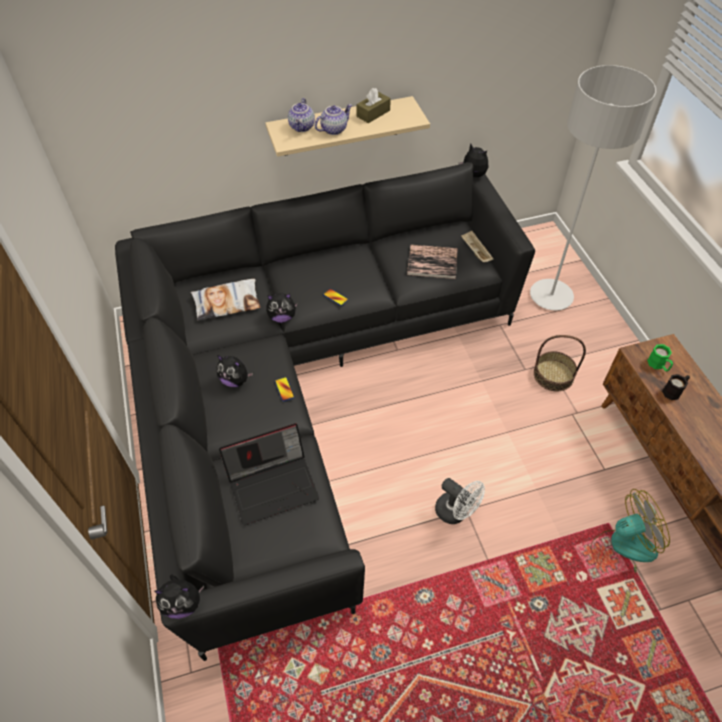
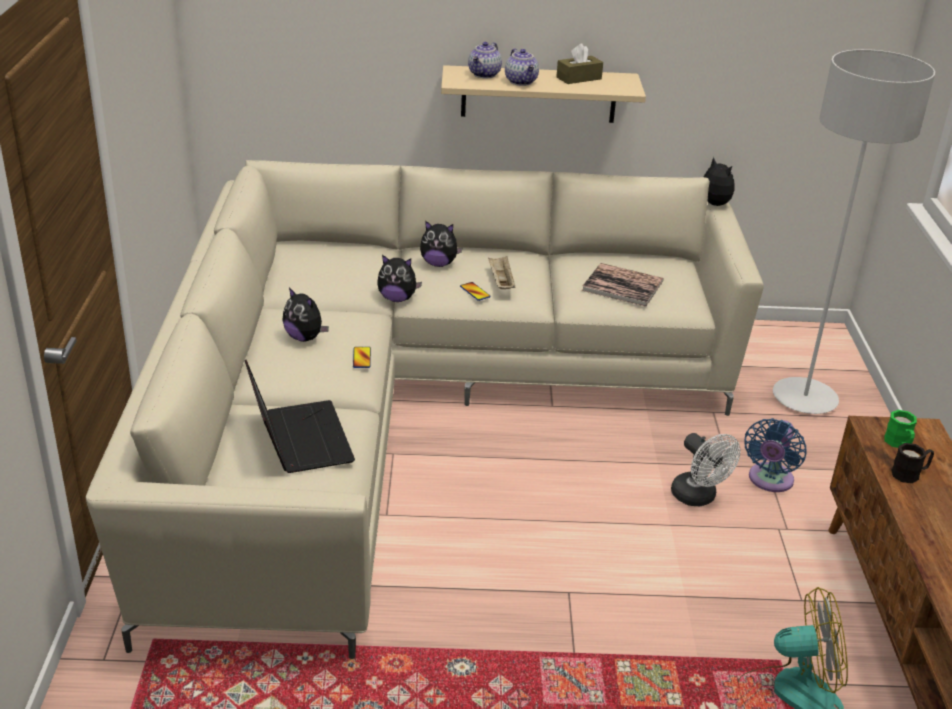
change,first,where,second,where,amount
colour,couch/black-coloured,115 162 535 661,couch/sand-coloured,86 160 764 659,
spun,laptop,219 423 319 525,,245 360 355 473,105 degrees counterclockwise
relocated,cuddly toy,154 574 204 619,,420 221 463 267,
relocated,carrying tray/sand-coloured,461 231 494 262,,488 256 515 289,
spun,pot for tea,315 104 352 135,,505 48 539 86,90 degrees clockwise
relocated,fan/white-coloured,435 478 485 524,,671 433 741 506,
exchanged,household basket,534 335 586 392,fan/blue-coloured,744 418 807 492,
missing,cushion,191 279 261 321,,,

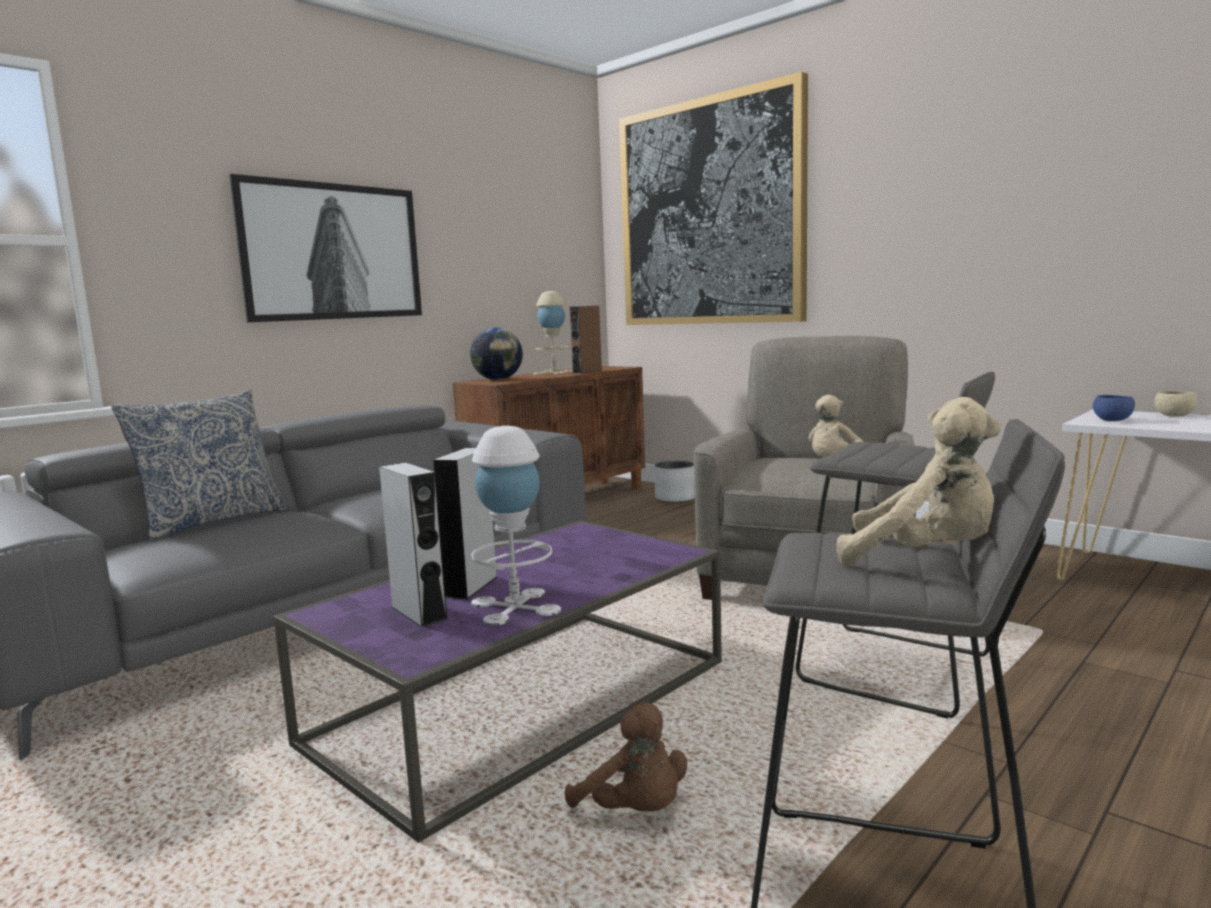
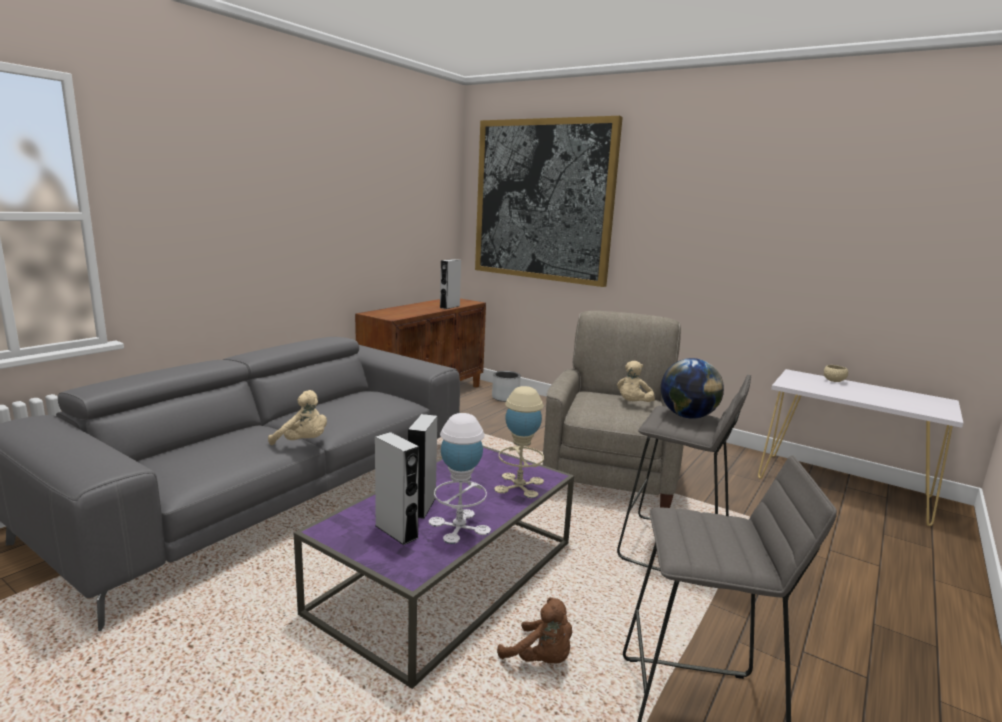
change,first,where,second,where,amount
relocated,cuddly toy/sand-coloured,837 397 1002 565,,268 390 327 445,
colour,audio speaker/brown,570 306 602 374,audio speaker/grey,440 259 461 309,
relocated,table lamp/sand-coloured,533 291 573 374,,494 386 544 498,
relocated,desk globe,470 328 523 380,,661 358 724 419,
missing,cushion,111 389 288 541,,,
missing,picture,229 174 422 322,,,
missing,serving bowl/blue-coloured,1093 395 1135 421,,,

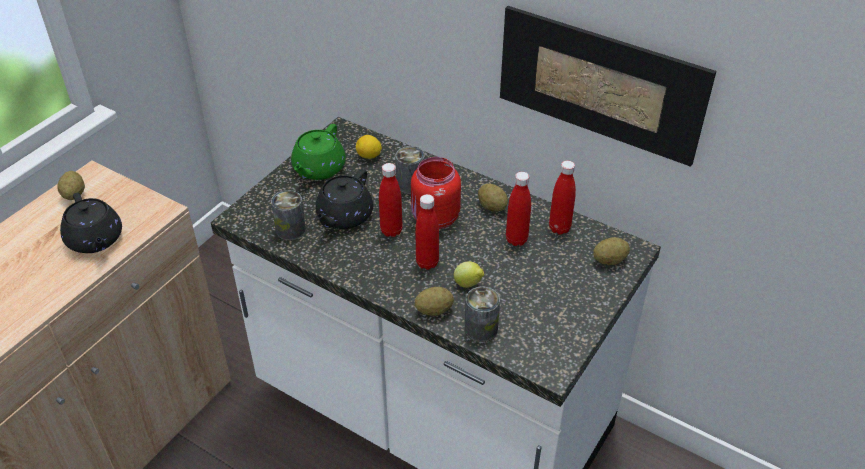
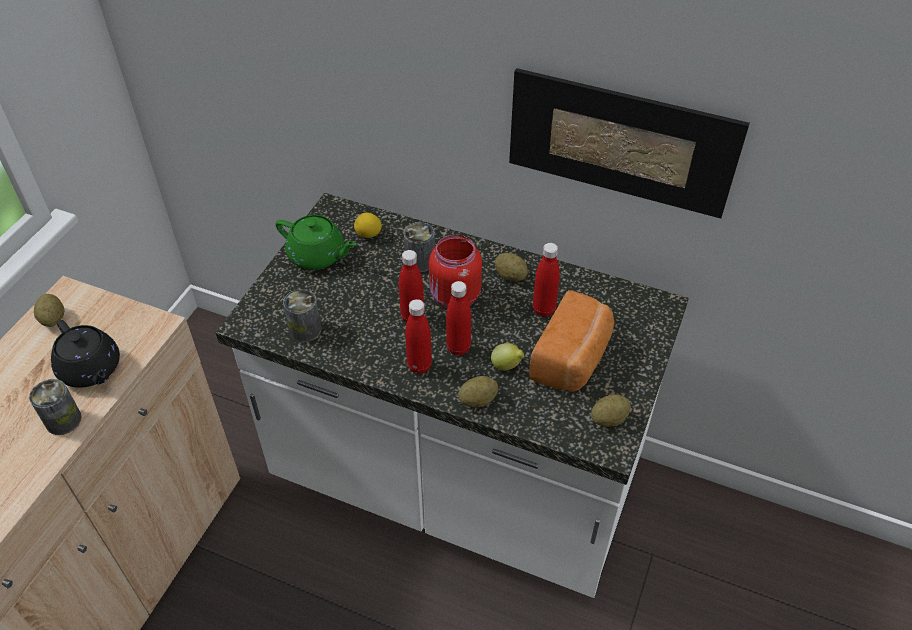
change,first,where,second,where,amount
relocated,can,465 287 500 342,,29 379 82 435,
spun,pot for tea/green,291 124 346 180,,275 215 357 270,75 degrees counterclockwise
relocated,drink bottle/red-coloured,549 161 576 235,,405 299 432 374,
appeared,,,bakery bread,529 290 614 392,
relocated,whole potato,593 237 630 265,,591 394 631 427,
missing,pot for tea/black-coloured,315 169 373 229,,,

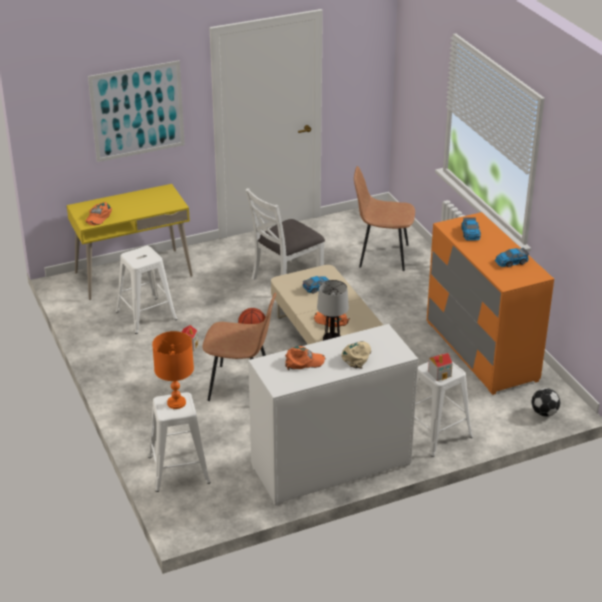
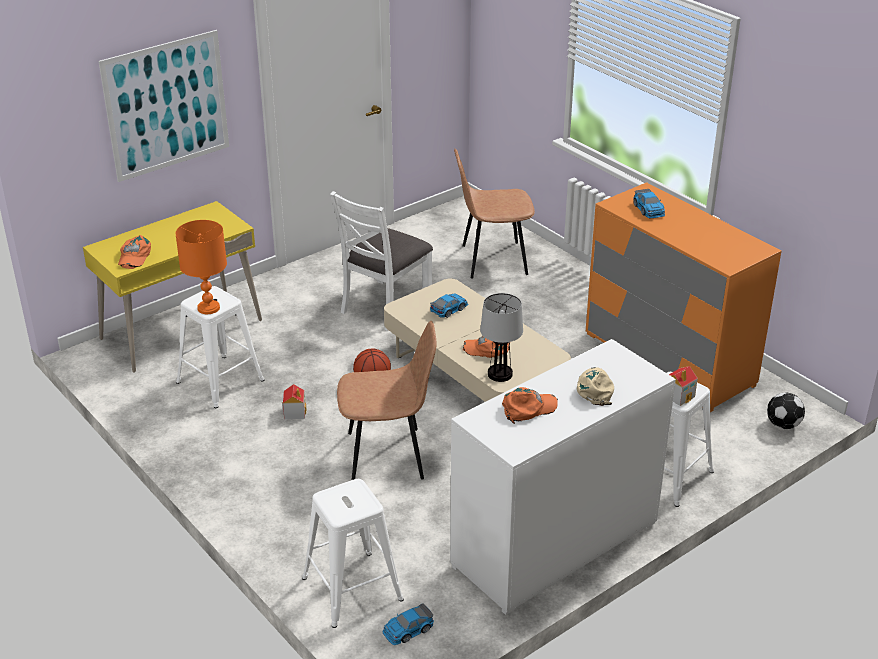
change,first,where,second,where,amount
relocated,table lamp/orange,152 331 194 409,,175 220 227 314,
relocated,model car,495 248 529 267,,382 603 434 645,

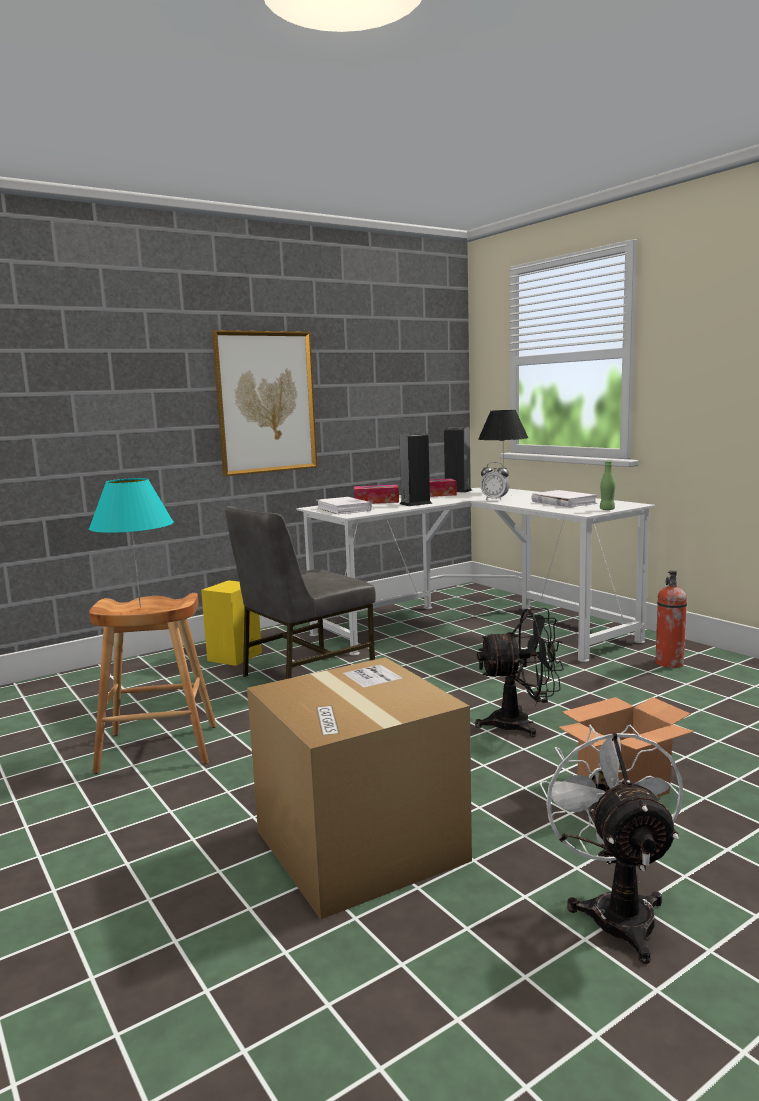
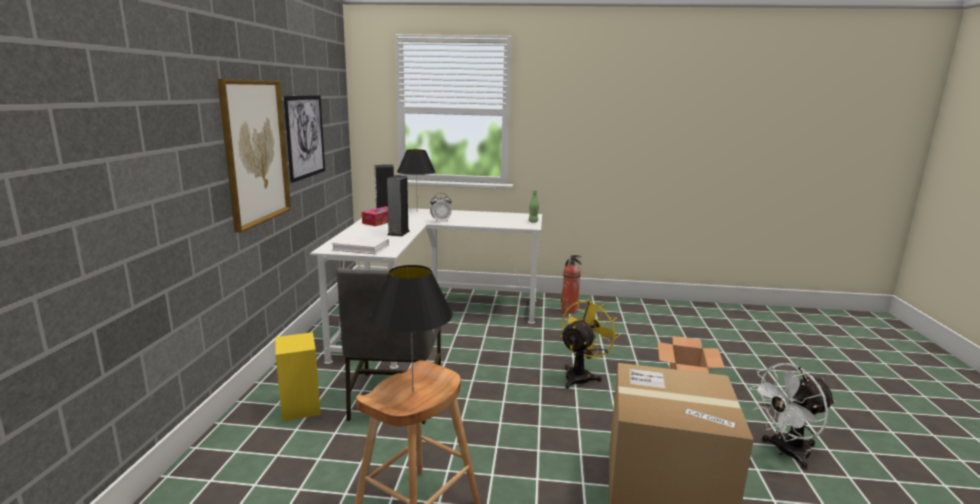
change,first,where,second,where,amount
appeared,,,picture,284 95 325 183,
colour,table lamp/turquoise,89 478 174 607,table lamp/black-coloured,369 265 453 392,
colour,fan/black-coloured,475 608 564 737,fan/yellow-coloured,560 298 620 389,
spun,fan/white-coloured,540 724 683 964,,750 363 835 470,60 degrees counterclockwise
missing,tissue box,354 485 399 504,,,
missing,bound book/white-coloured,531 490 597 507,,,

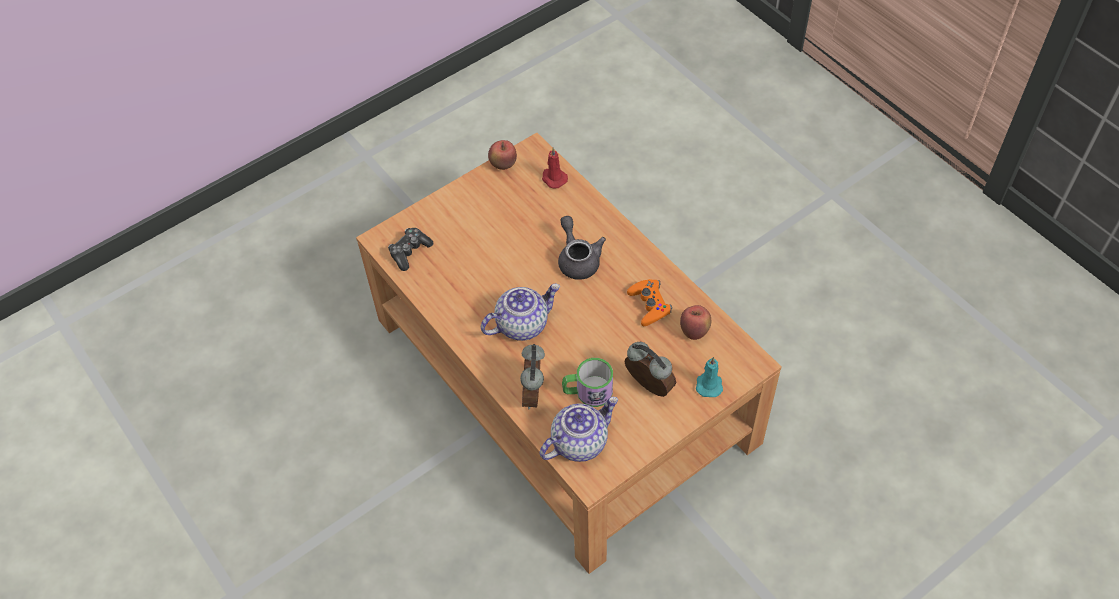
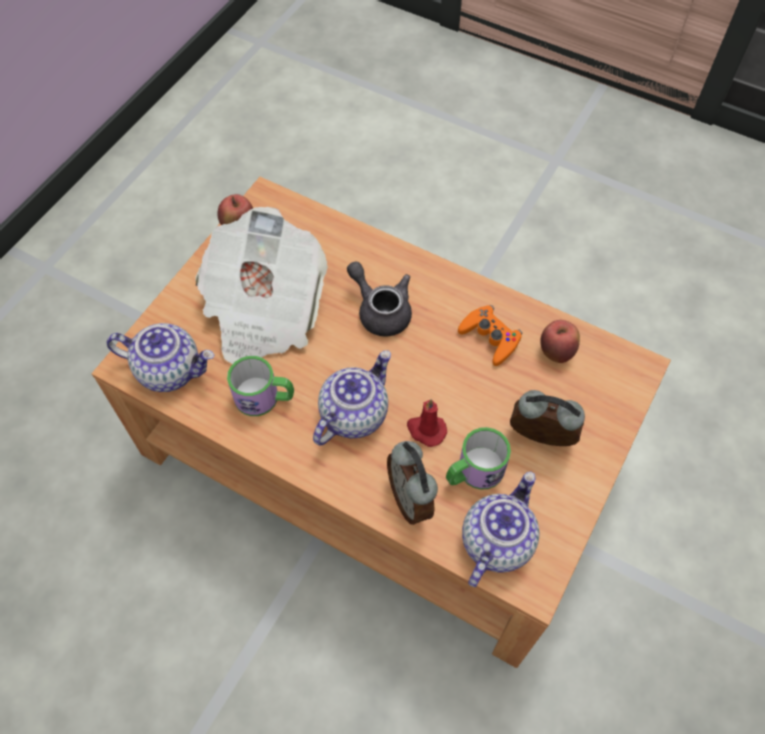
change,first,where,second,where,amount
exchanged,game controller,388 228 434 271,pot for tea,106 323 214 392,
appeared,,,daily paper,195 207 328 364,
appeared,,,coffee mug,227 356 294 416,
relocated,candle/red-coloured,542 148 568 188,,407 399 447 447,
missing,candle/turquoise,696 357 723 397,,,

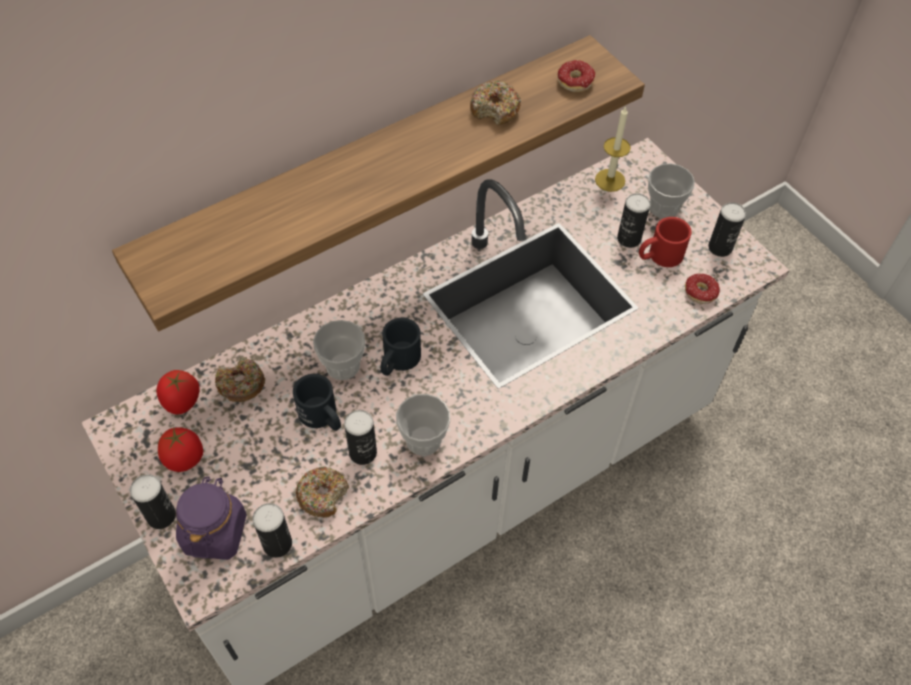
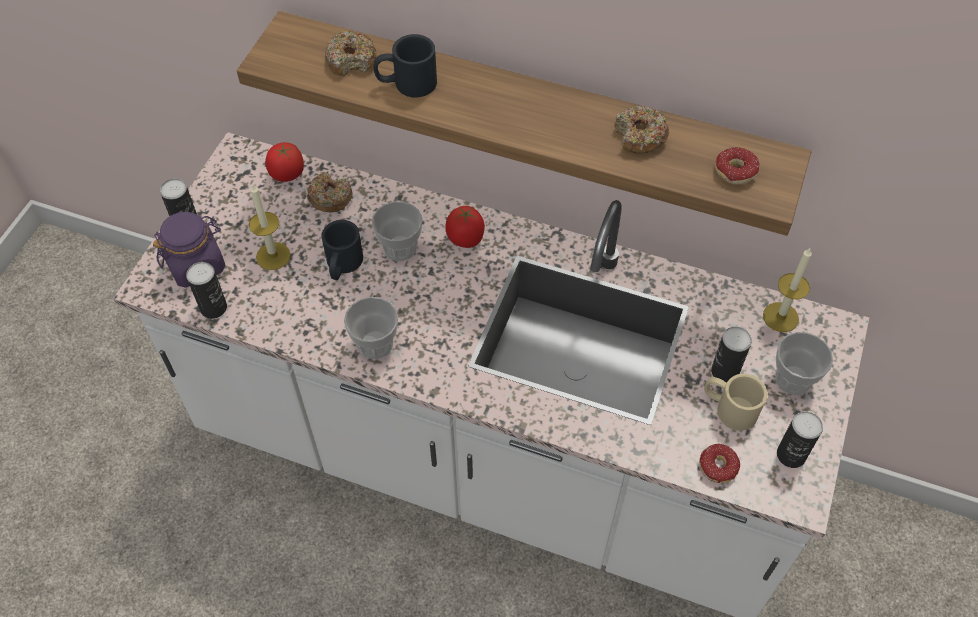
change,first,where,second,where,amount
appeared,,,candle,249 183 291 270,
relocated,donut,296 466 349 518,,325 31 377 76,
relocated,coffee mug/black-coloured,381 317 421 376,,374 34 437 98,
relocated,fresh tomato,158 427 203 472,,445 206 485 248,
colour,coffee mug/red-coloured,639 217 692 267,coffee mug/sand-coloured,704 374 767 431,
missing,can,344 410 377 465,,,

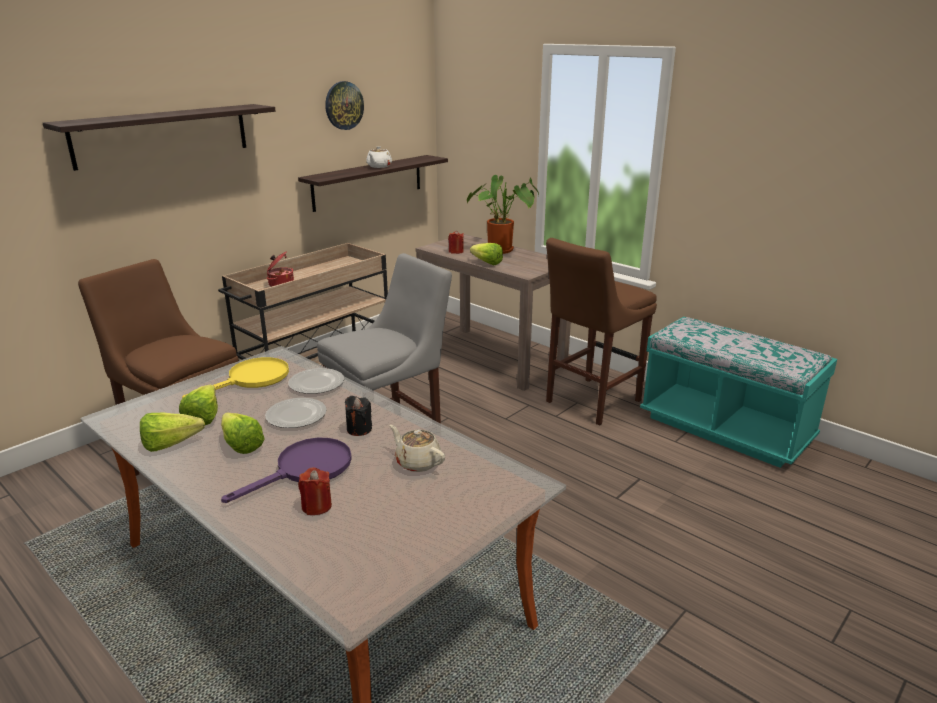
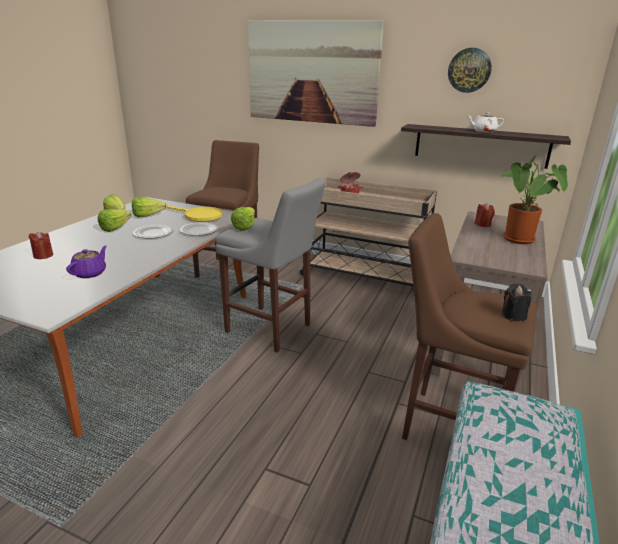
change,first,where,second,where,amount
colour,pot for tea/sand-coloured,390 425 445 472,pot for tea/purplish,66 245 107 278,
relocated,lettuce head,470 243 503 265,,231 207 255 231,
exchanged,bracket shelf,43 104 275 171,picture,248 20 384 127,
relocated,candle/black-coloured,345 396 372 436,,502 283 532 321,
missing,skillet/purplish,221 438 352 503,,,

